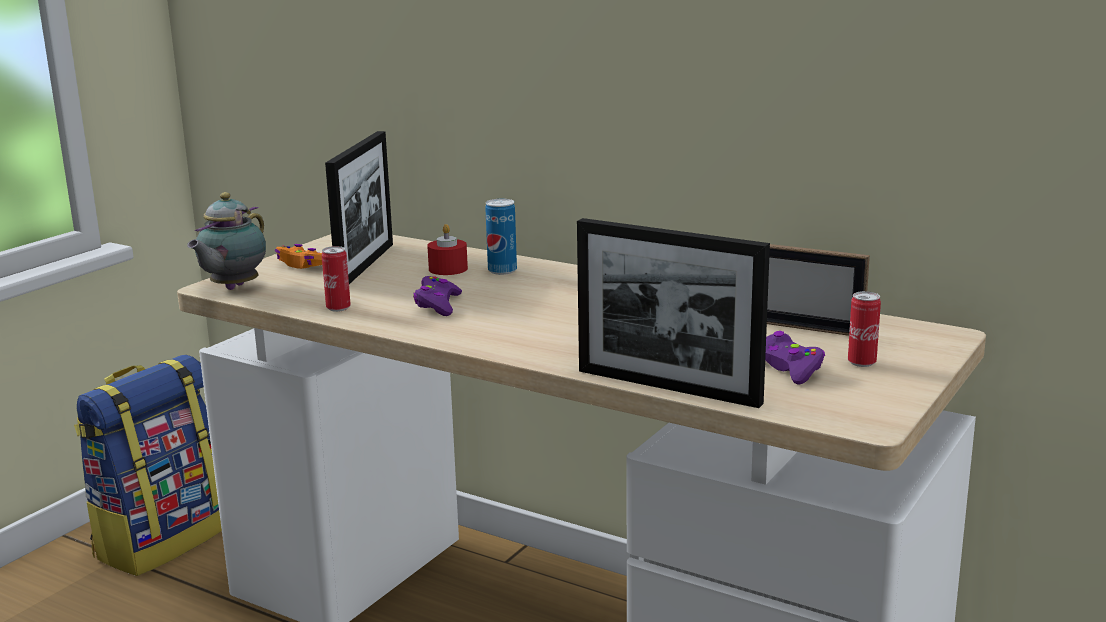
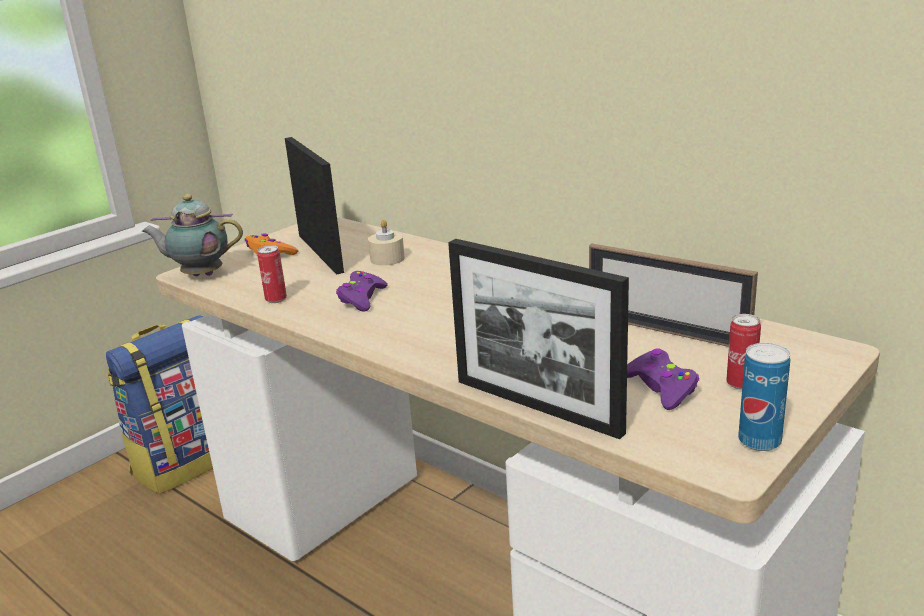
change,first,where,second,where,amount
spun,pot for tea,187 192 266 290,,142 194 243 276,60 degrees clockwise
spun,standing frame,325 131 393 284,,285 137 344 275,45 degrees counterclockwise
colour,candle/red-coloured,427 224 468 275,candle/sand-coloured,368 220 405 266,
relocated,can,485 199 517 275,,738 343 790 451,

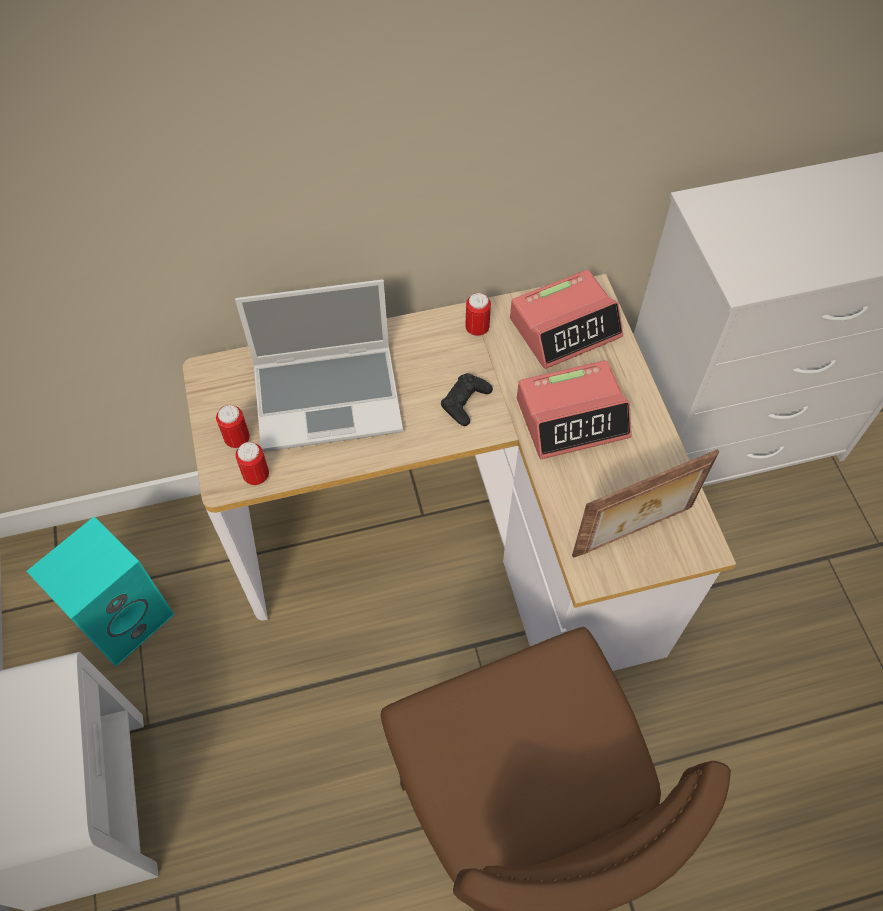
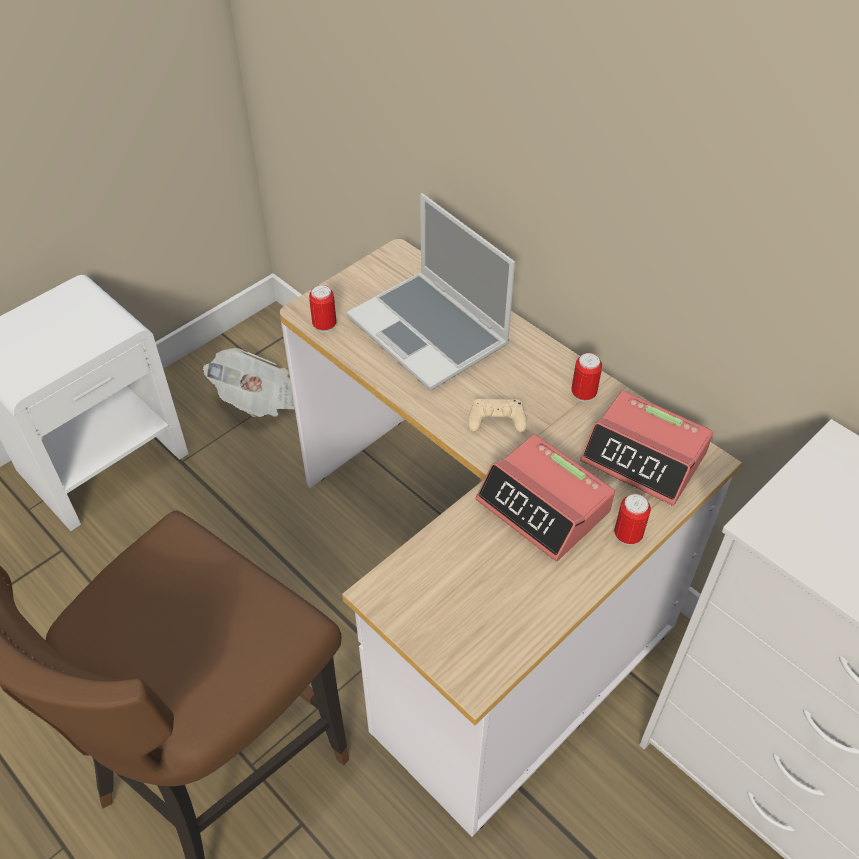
change,first,where,second,where,amount
exchanged,audio speaker/turquoise,26 517 174 667,daily paper,203 348 295 418,
colour,game controller/black-coloured,441 373 493 426,game controller/sand-coloured,468 399 527 433,
relocated,can,216 405 250 448,,614 494 651 545,
missing,standing frame,572 449 719 558,,,

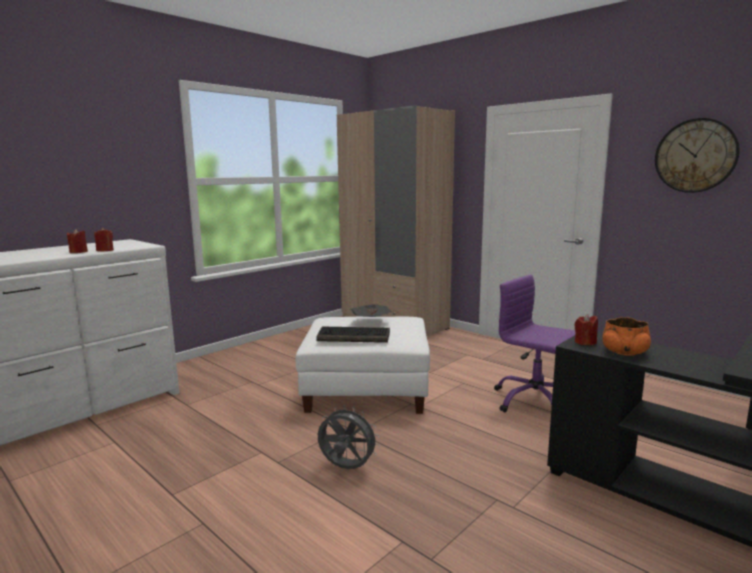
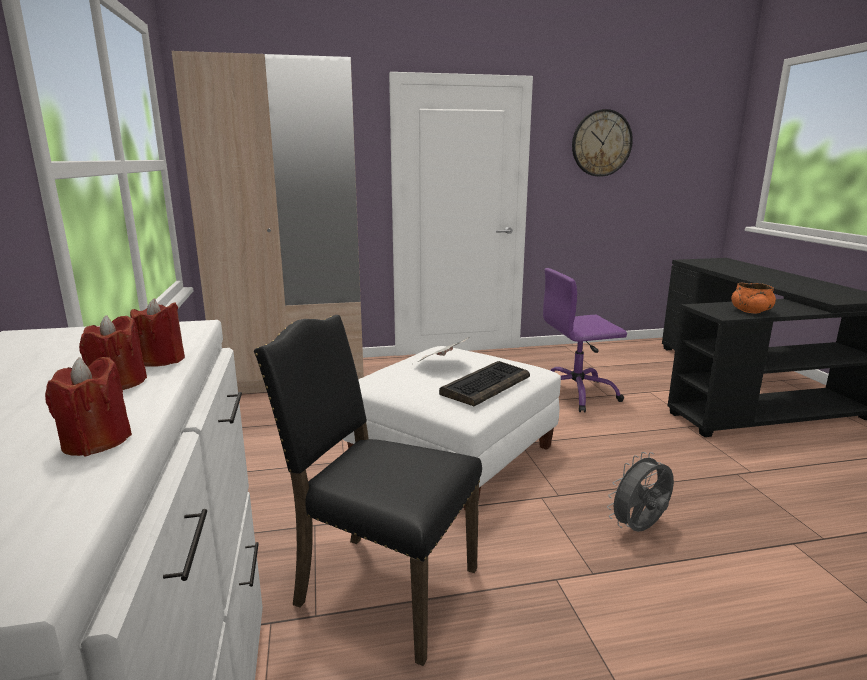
change,first,where,second,where,amount
relocated,candle/red-coloured,574 314 598 345,,45 357 132 456,
appeared,,,chair/black-coloured,254 315 482 666,

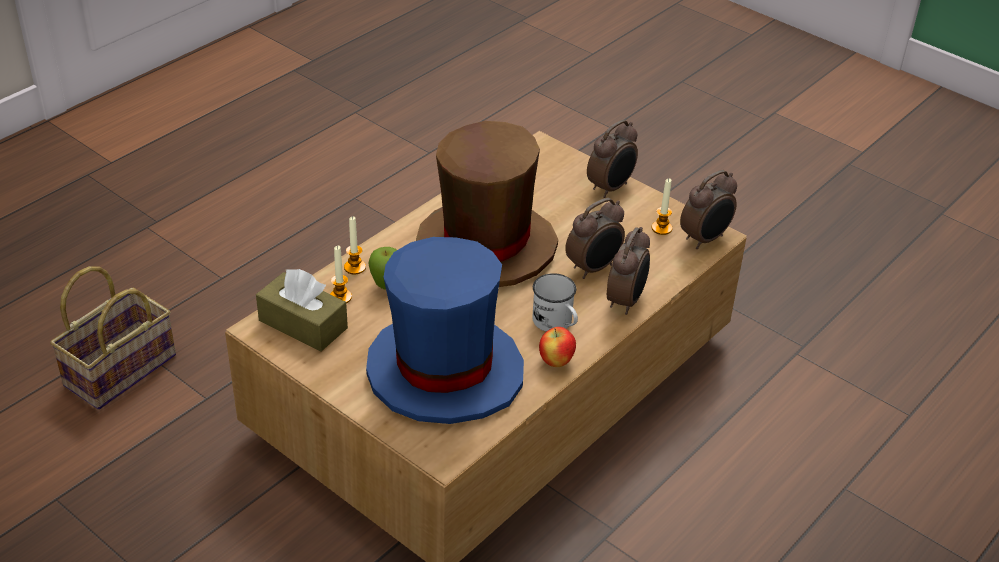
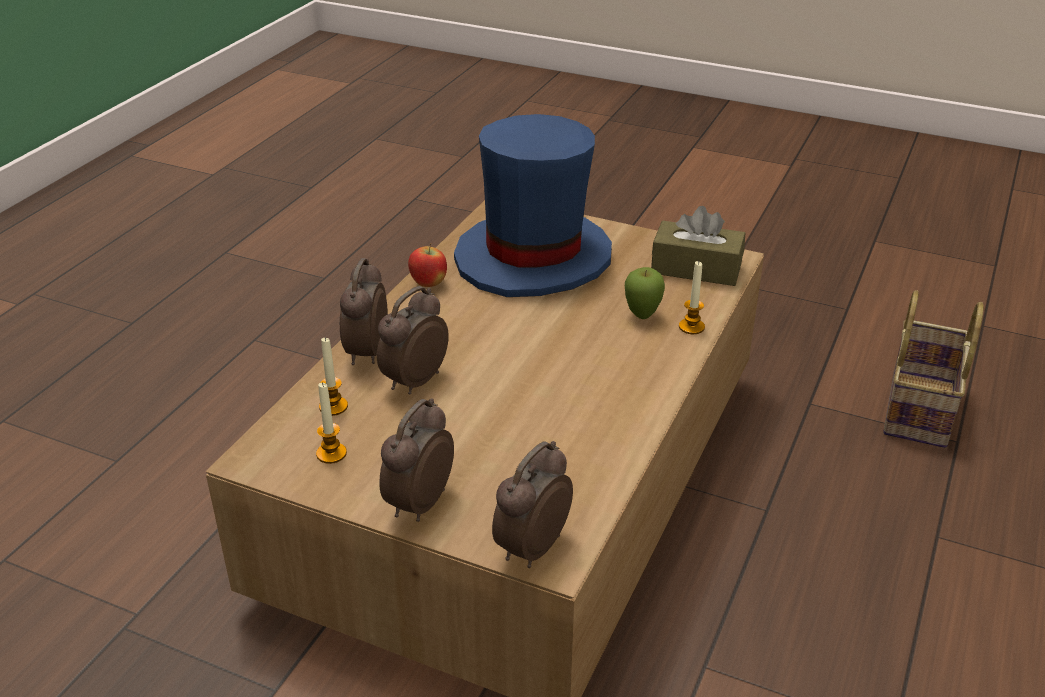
change,first,where,second,where,amount
relocated,candle,330 246 352 303,,319 338 348 416,
relocated,bedside clock,680 170 737 249,,492 441 573 568,
missing,clothing hat/brown,416 121 558 287,,,
missing,coffee mug/white-coloured,532 273 578 332,,,

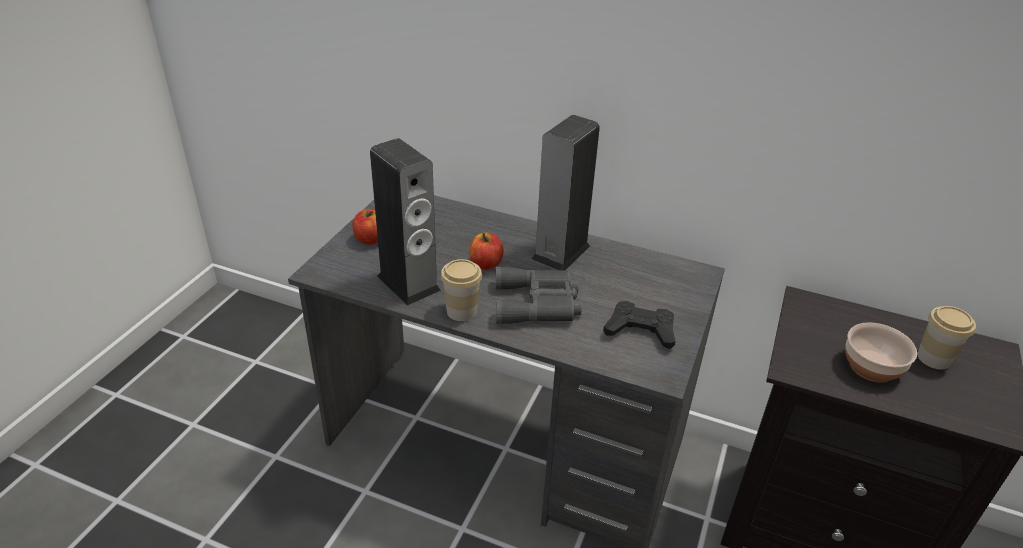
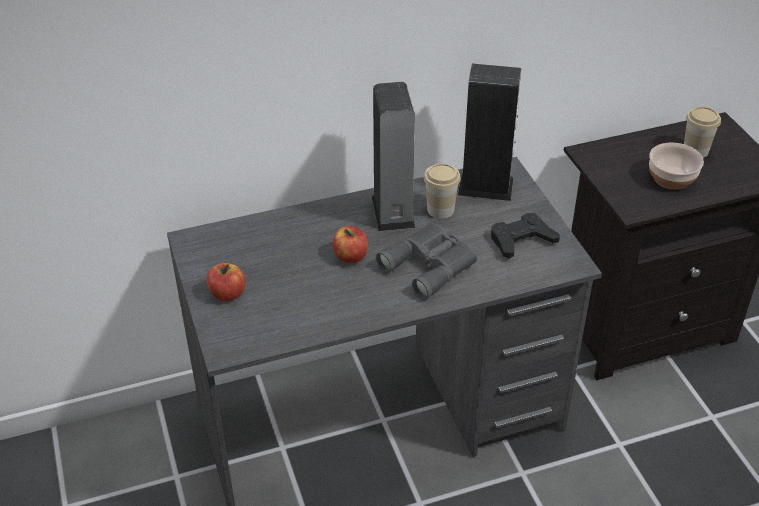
change,first,where,second,where,amount
relocated,cup,441 259 482 321,,424 163 461 219,
relocated,audio speaker,370 138 441 305,,458 64 521 201,

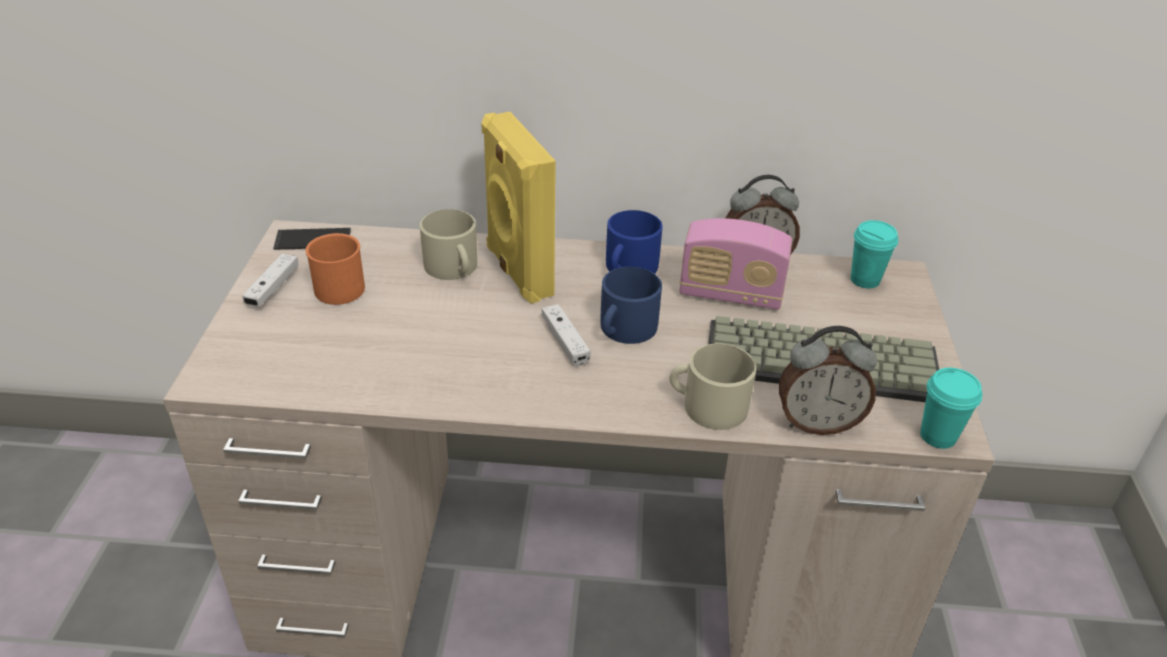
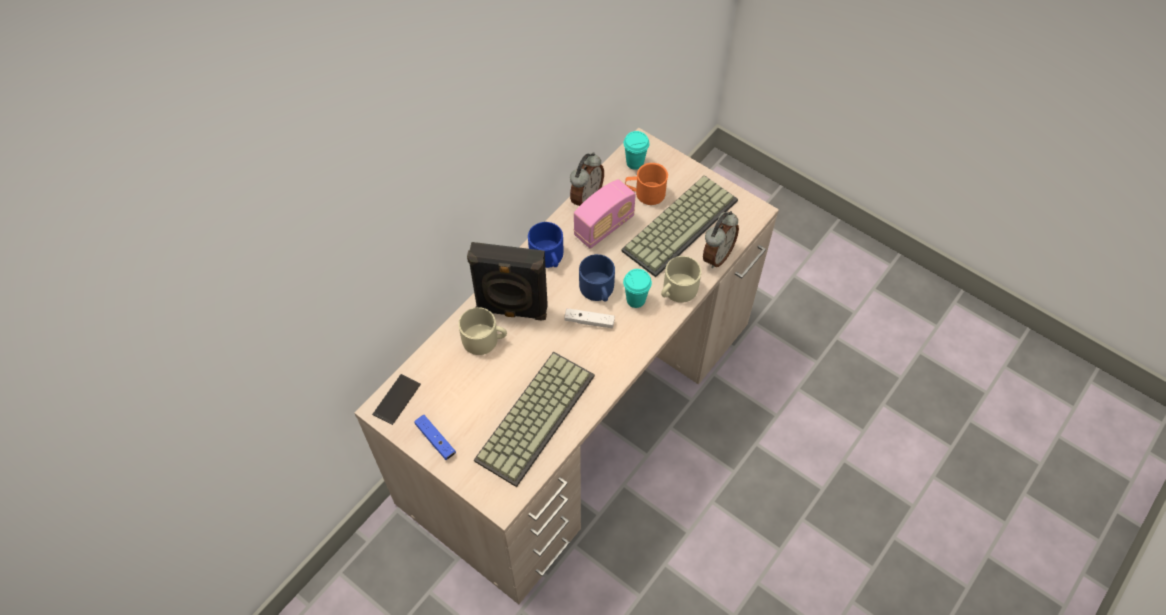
change,first,where,second,where,amount
colour,game controller/white-coloured,242 254 299 307,game controller/blue-coloured,414 415 456 460,
colour,audio speaker/yellow-coloured,482 112 556 304,audio speaker/black-coloured,467 242 548 321,
appeared,,,keyboard,474 352 595 487,
relocated,cup/turquoise,920 368 982 449,,623 269 652 308,
relocated,coffee mug/orange,306 233 365 305,,625 163 668 205,

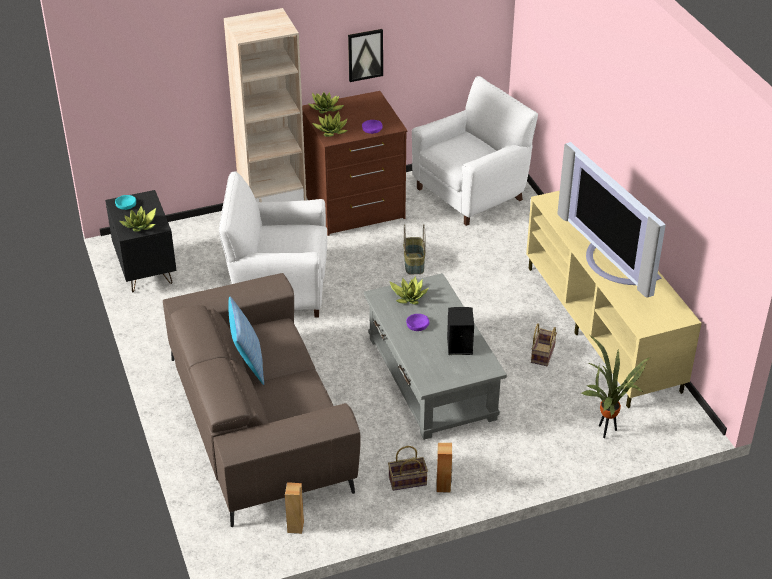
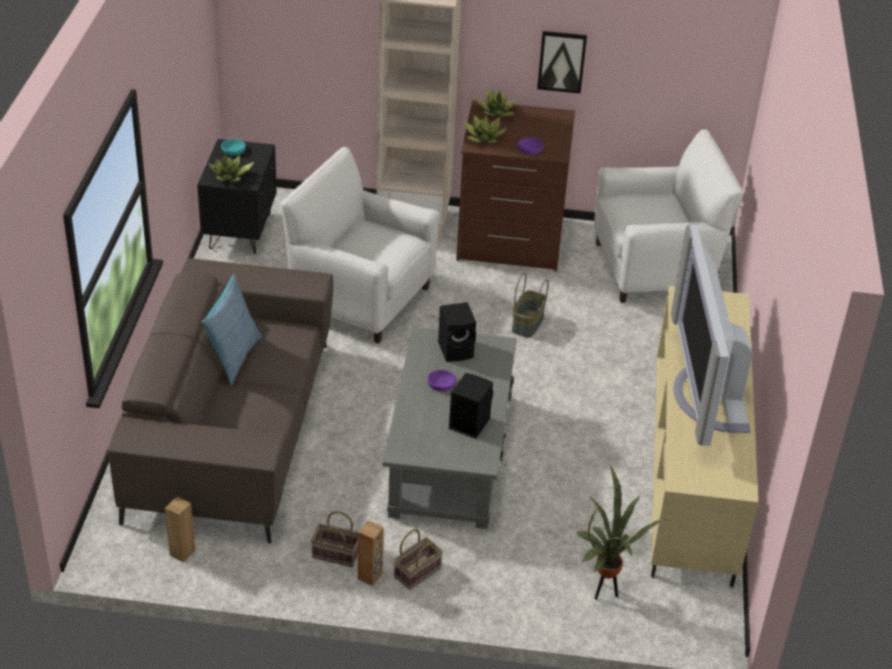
change,first,where,second,where,amount
relocated,household basket,531 323 557 366,,394 529 443 590,
exchanged,plant in a pot,389 276 429 305,audio speaker/black-coloured,438 302 476 362,

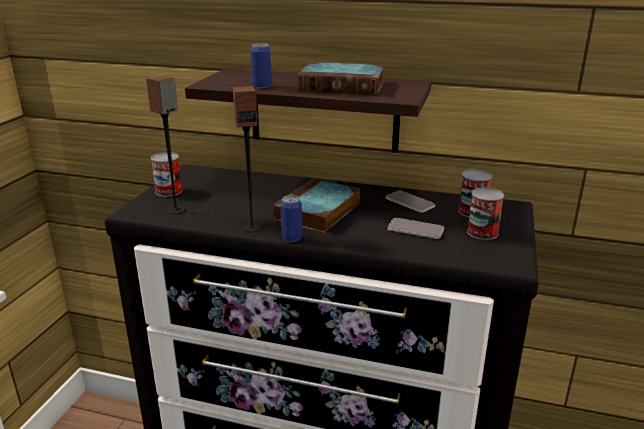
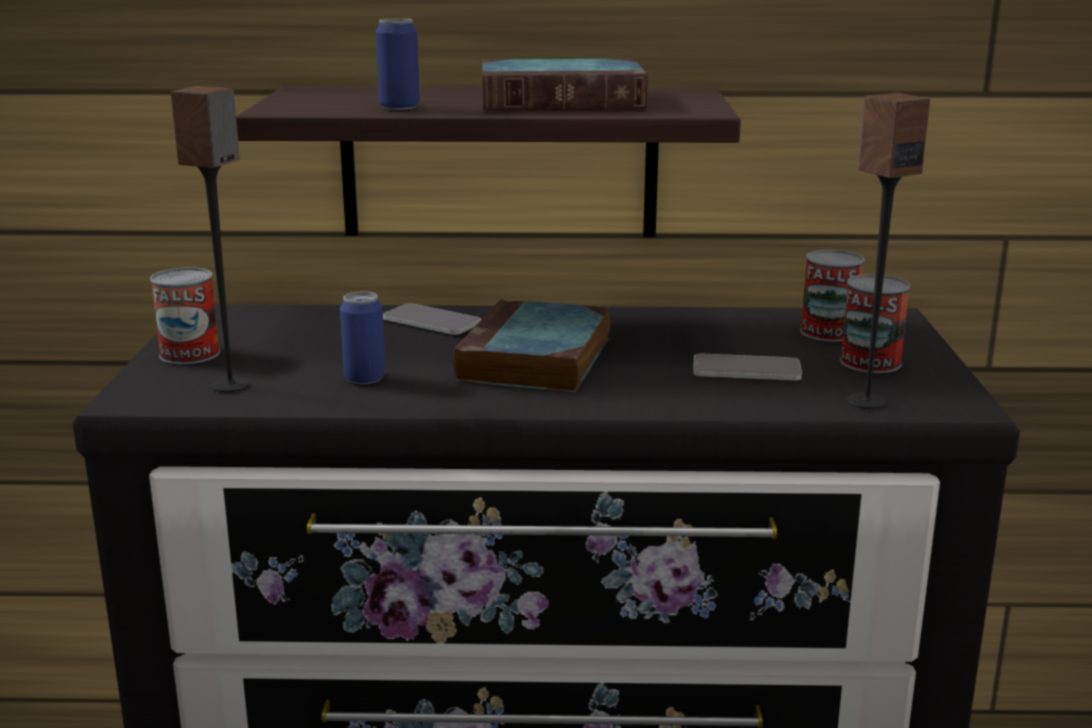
change,first,where,second,where,amount
relocated,can,280 195 302 242,,340 291 385 384,
relocated,telephone,386 191 435 213,,383 303 481 335,
relocated,audio speaker,233 86 261 232,,847 93 930 409,

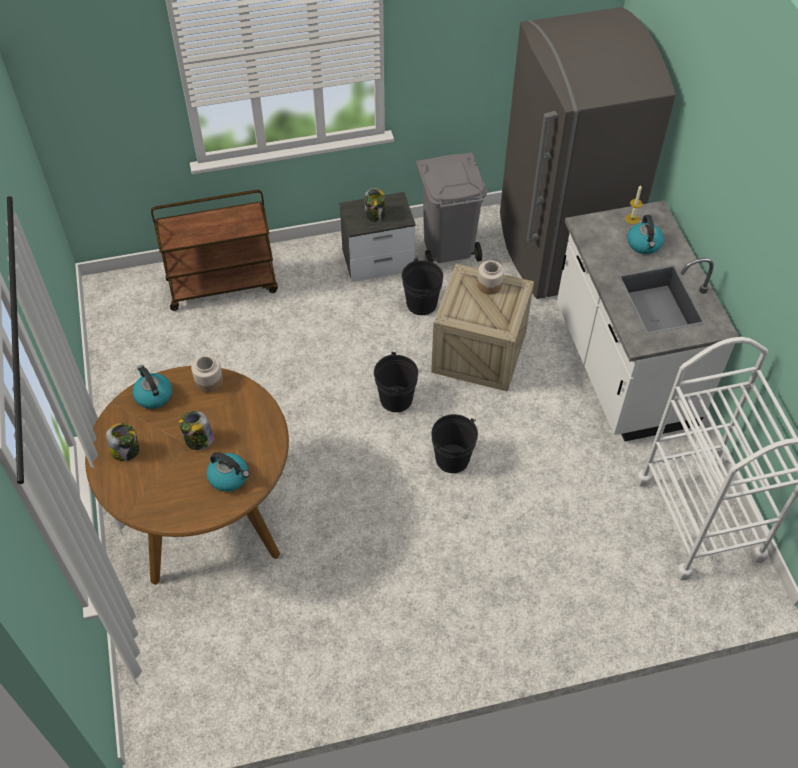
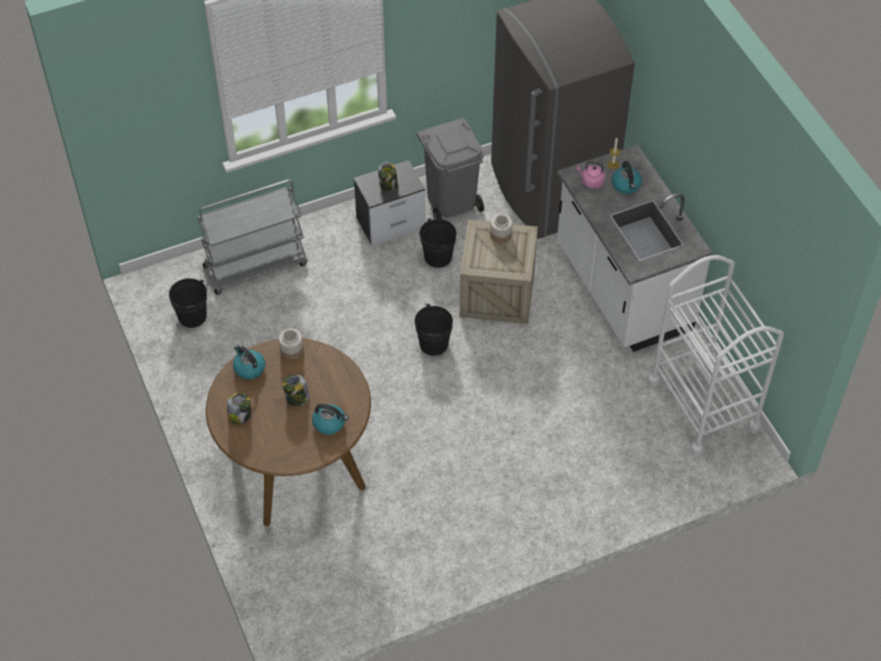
change,first,where,second,where,amount
relocated,bucket/black-coloured,432 414 478 473,,169 278 207 328,
colour,wheeled cart/brown,151 190 278 311,wheeled cart/grey,197 179 308 295,
appeared,,,water kettle/pink,577 161 605 188,

